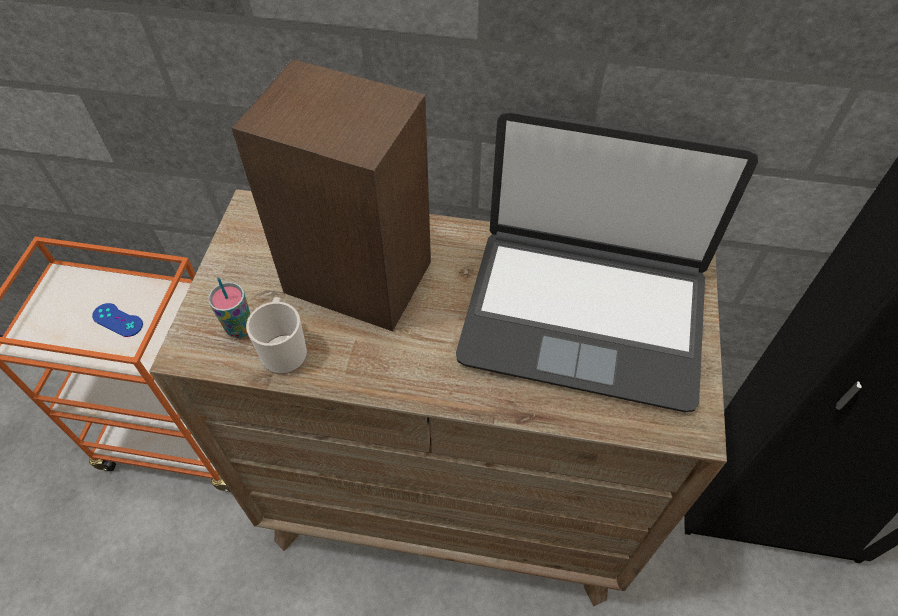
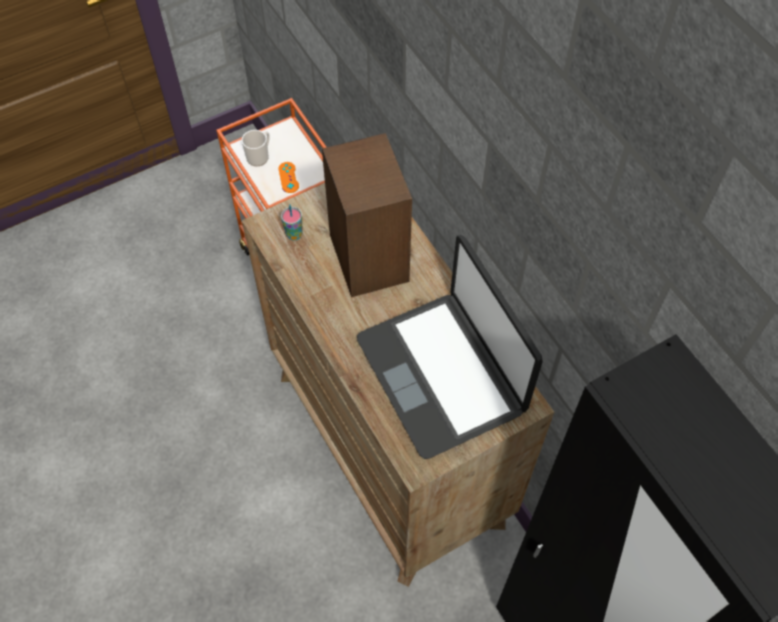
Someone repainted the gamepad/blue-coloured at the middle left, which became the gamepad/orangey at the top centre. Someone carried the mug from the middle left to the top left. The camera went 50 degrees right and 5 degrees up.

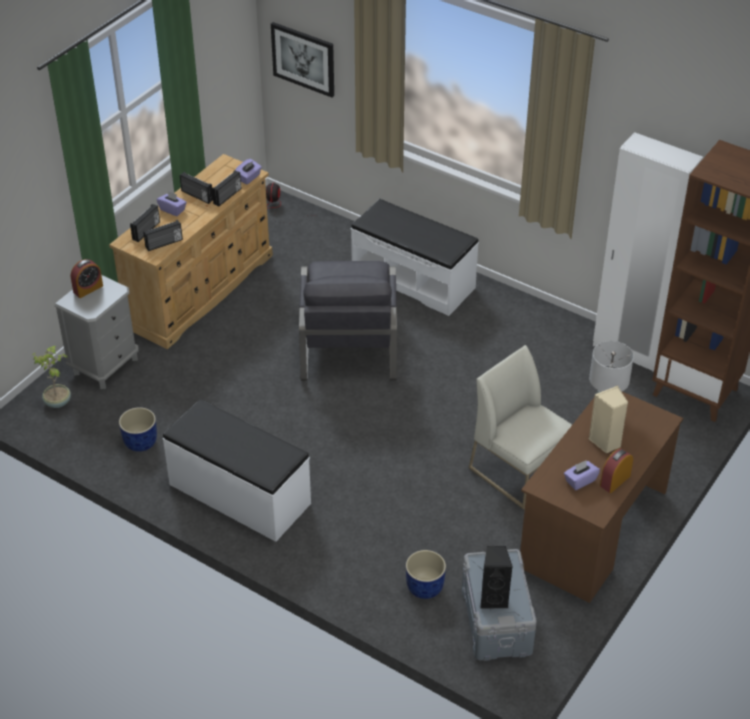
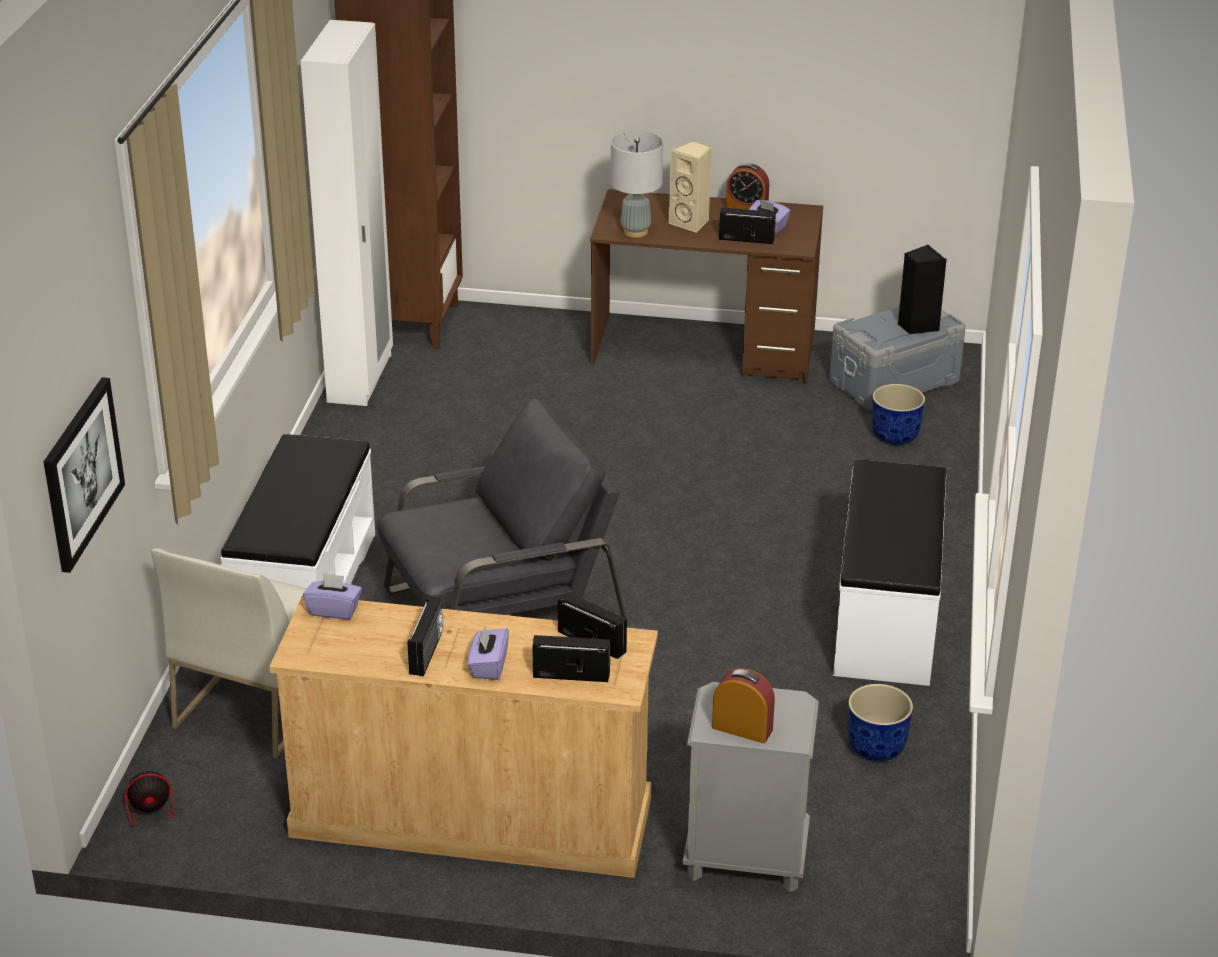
Someone took away the houseplant at the middle left. Someone carried the radio receiver (no. 4 from left) from the top left to the top centre. Someone carried the chair/white from the middle right to the bottom left. The camera went 115 degrees left and 10 degrees down.

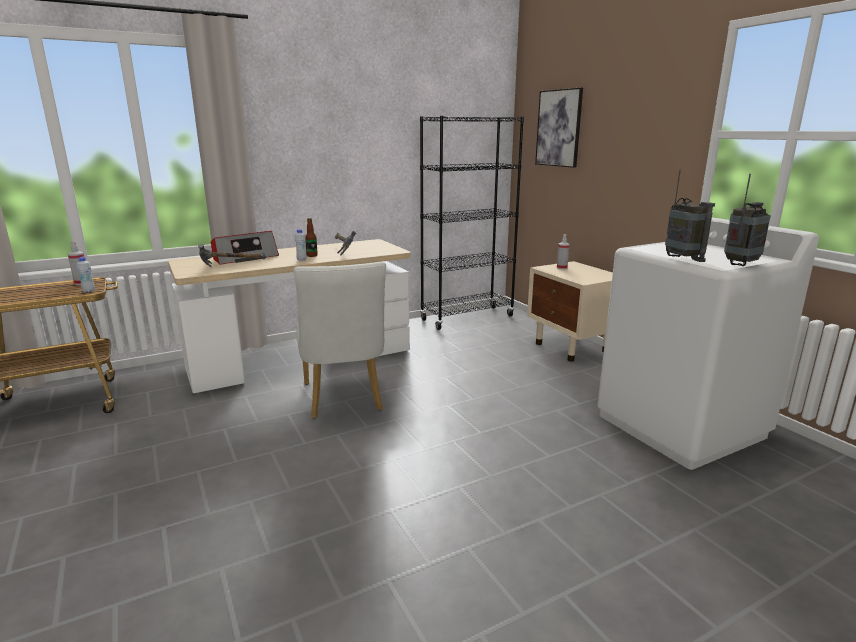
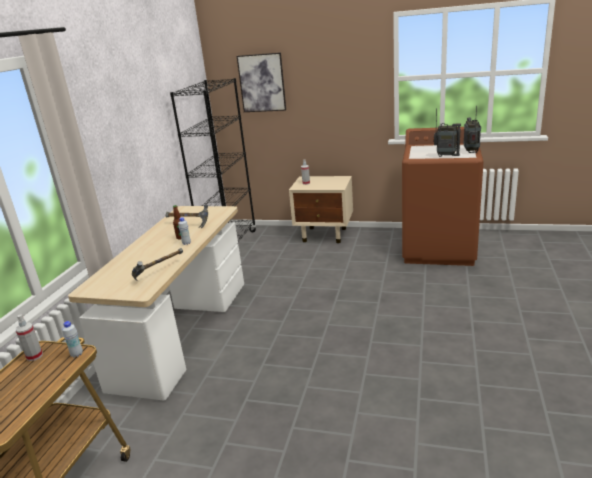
Someone took away the radio receiver (no. 1 from left) at the middle left. Someone took away the chair/white at the centre. Someone repainted the laundry machine/white at the middle right, which became the laundry machine/brown-coloured at the middle right. The camera went 45 degrees left and 5 degrees up.

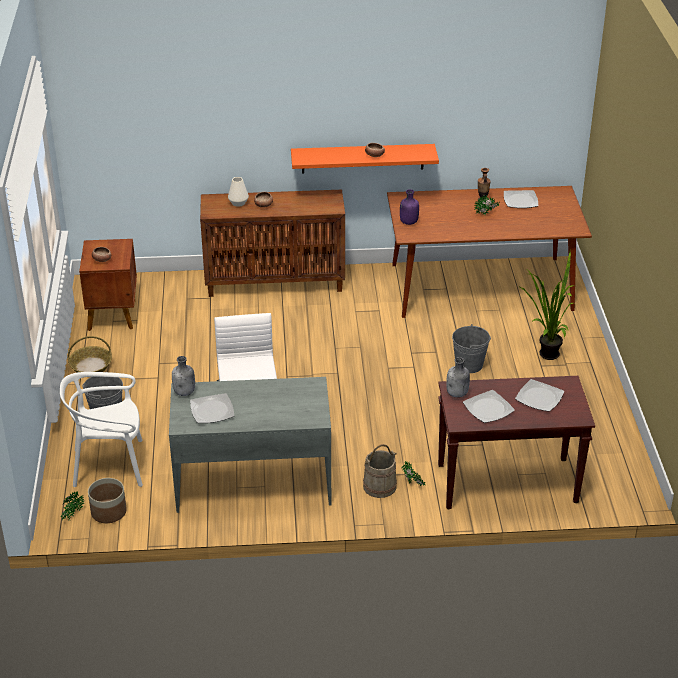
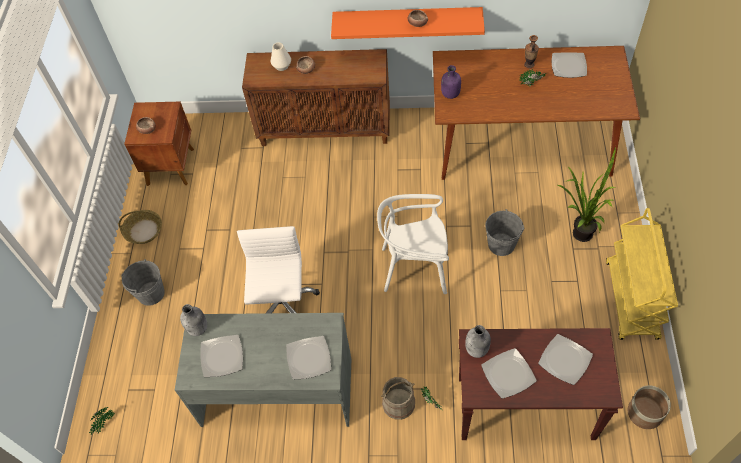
Someone carried the chair/white from the middle left to the centre. Someone carried the plant pot from the bottom left to the bottom right. Someone put down the flat dish (no. 2 from left) at the bottom centre. Someone put down the wheeled cart/yellowish at the middle right. The camera went 10 degrees right and 20 degrees up.

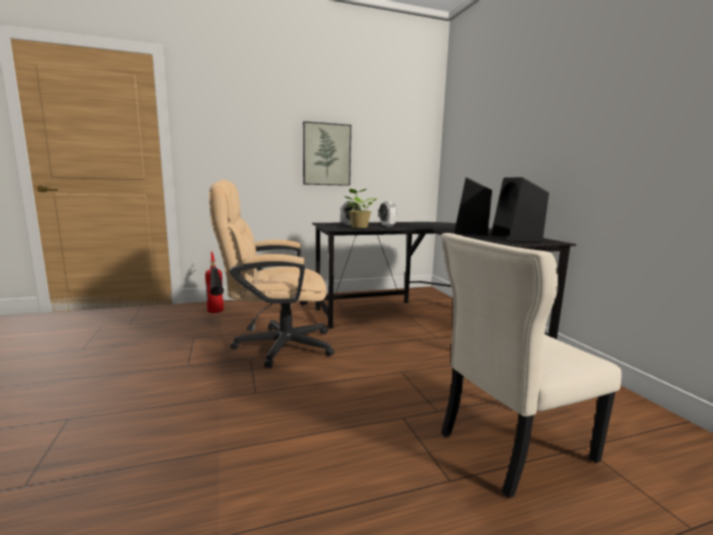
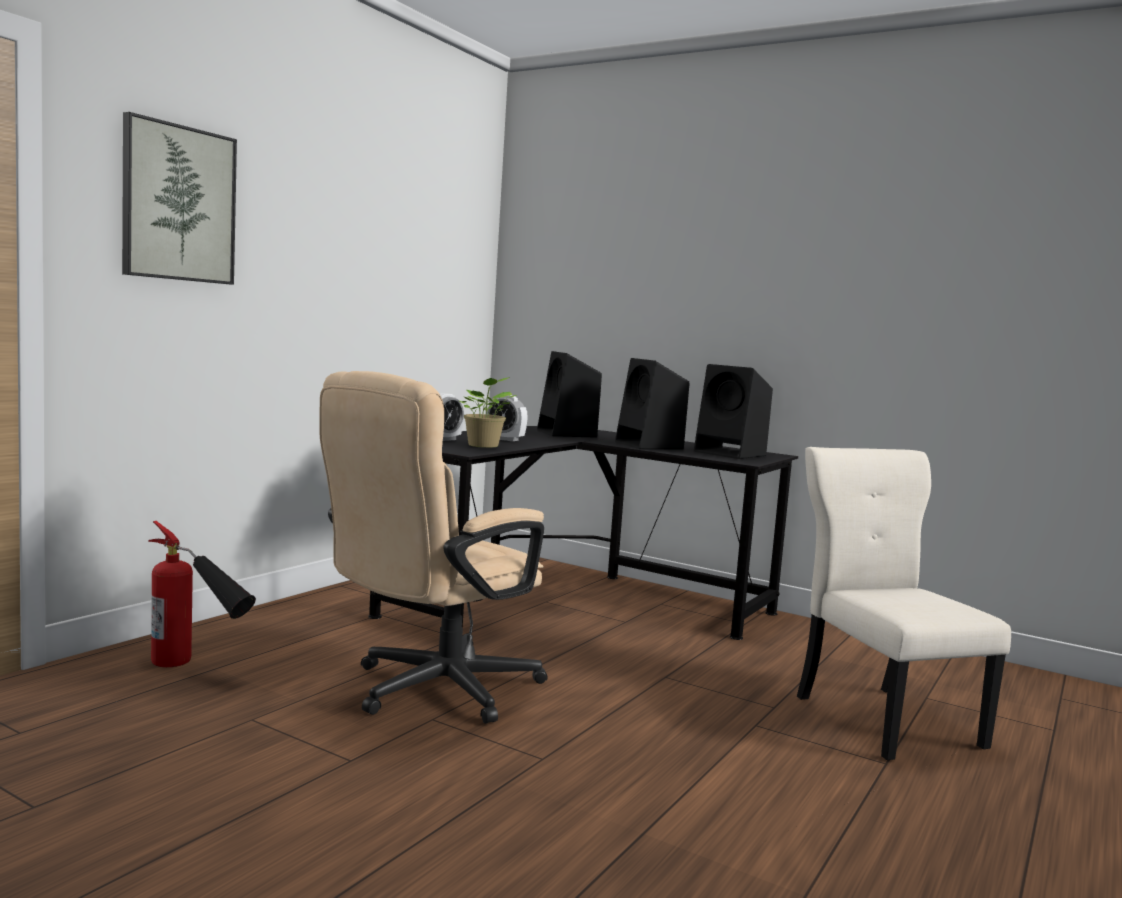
Someone carried the picture from the top centre to the top left. Someone rotated the chair/sand-coloured at the bottom right by 135 degrees clockwise. Someone put down the audio speaker/black (no. 1 from left) at the centre. The camera went 40 degrees left and 5 degrees down.

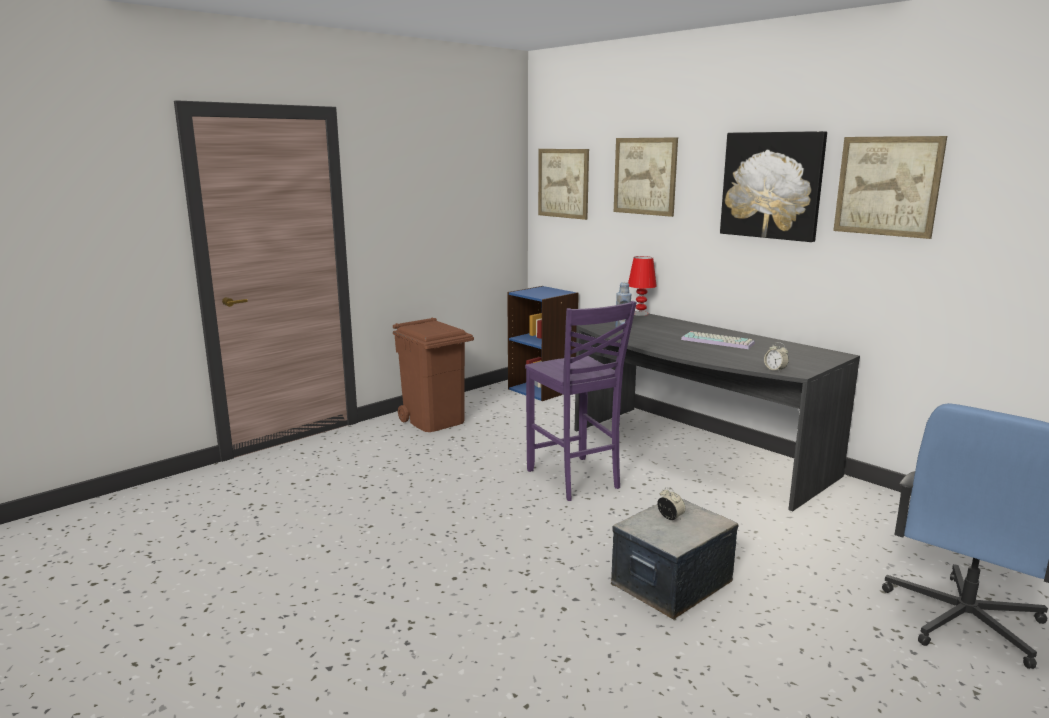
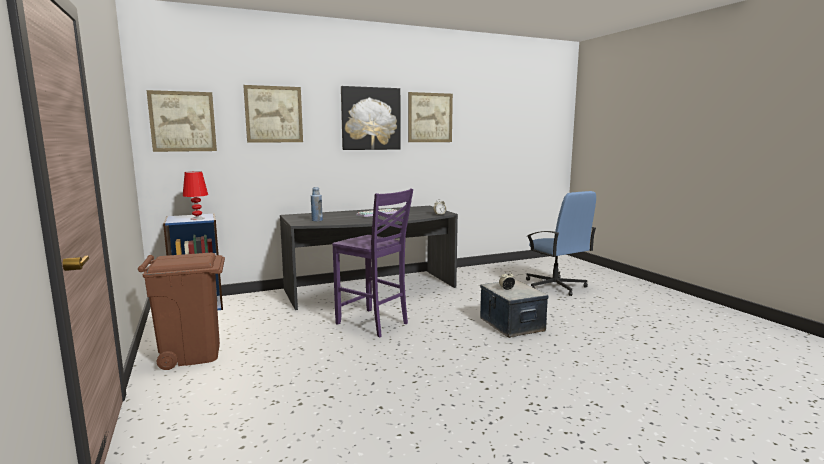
Someone rotated the chair/purple-coloured at the centre by 45 degrees clockwise. Someone carried the table lamp/reddish from the centre to the middle left. The camera went 70 degrees left and 5 degrees down.

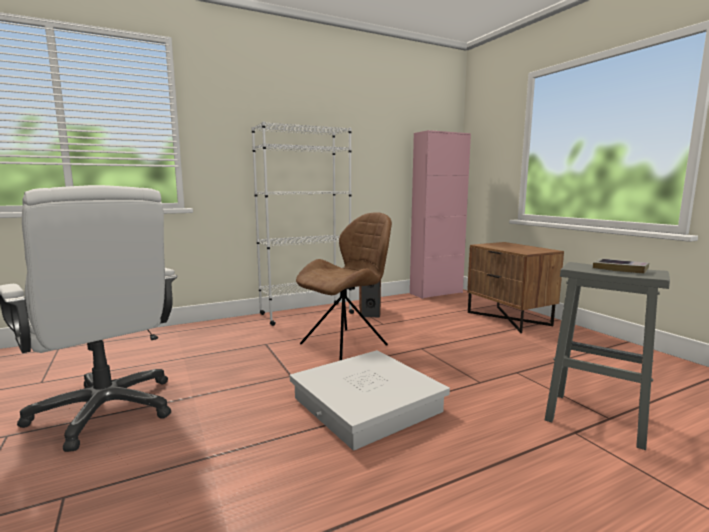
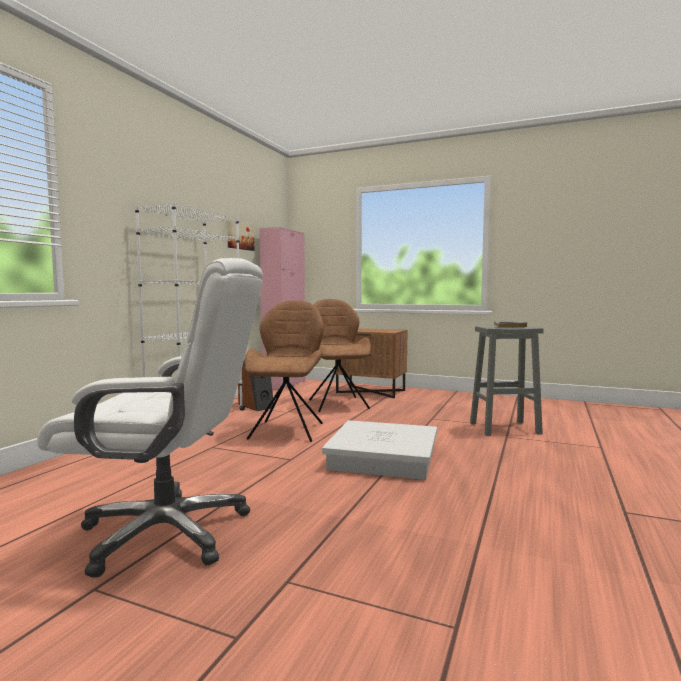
Someone put up the picture at the centre. Someone put down the chair/brown-coloured (no. 2 from left) at the centre. The camera went 40 degrees left and 5 degrees down.

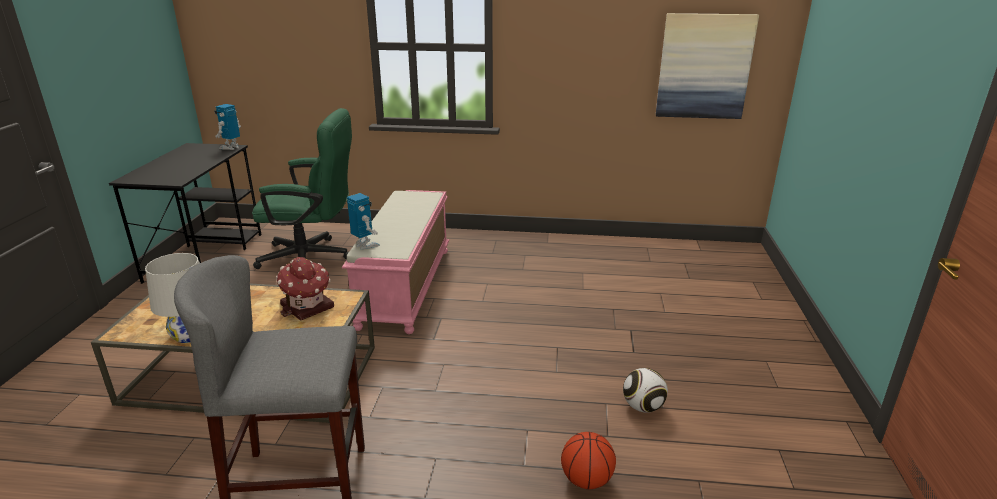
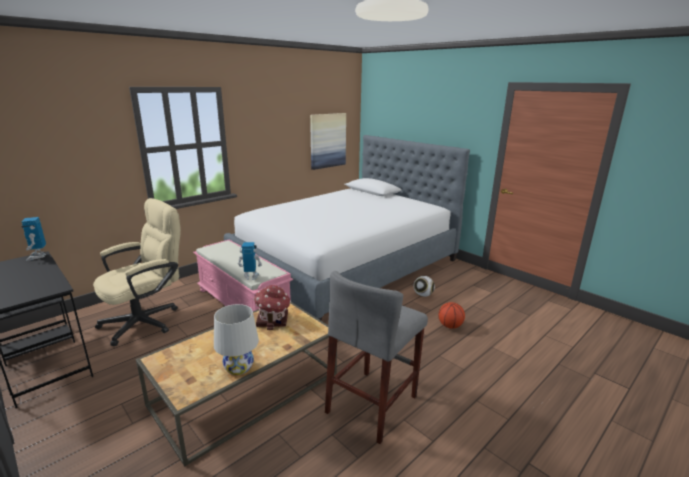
Someone repainted the computer chair/green-coloured at the middle left, which became the computer chair/sand-coloured at the middle left. Someone put down the bedroom bed at the centre. The camera went 50 degrees left and 5 degrees down.

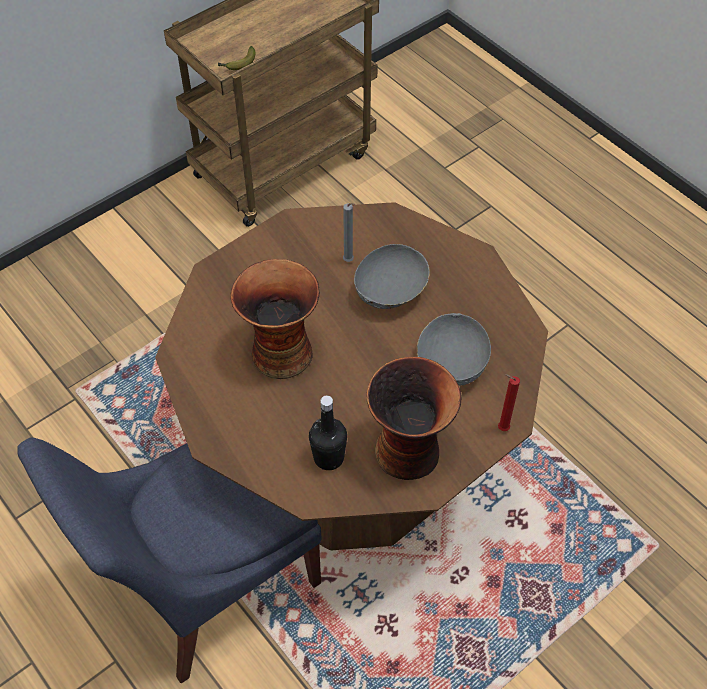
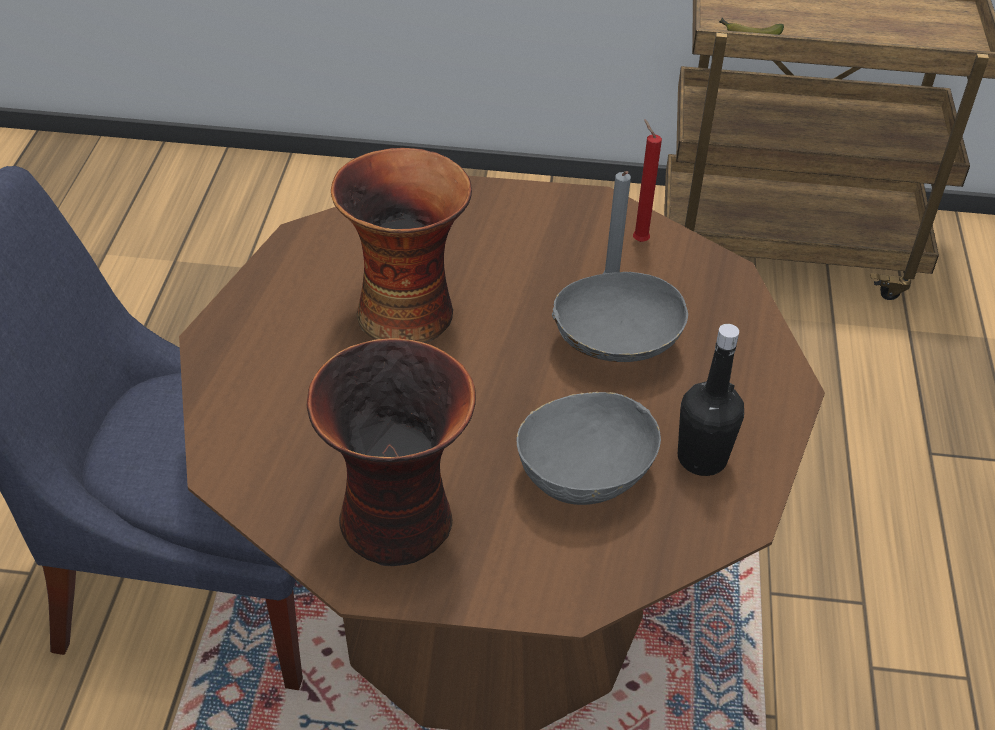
Someone carried the drink bottle/black from the centre to the middle right. Someone carried the wax candle/reddish from the middle right to the top centre. The camera went 45 degrees right and 10 degrees down.

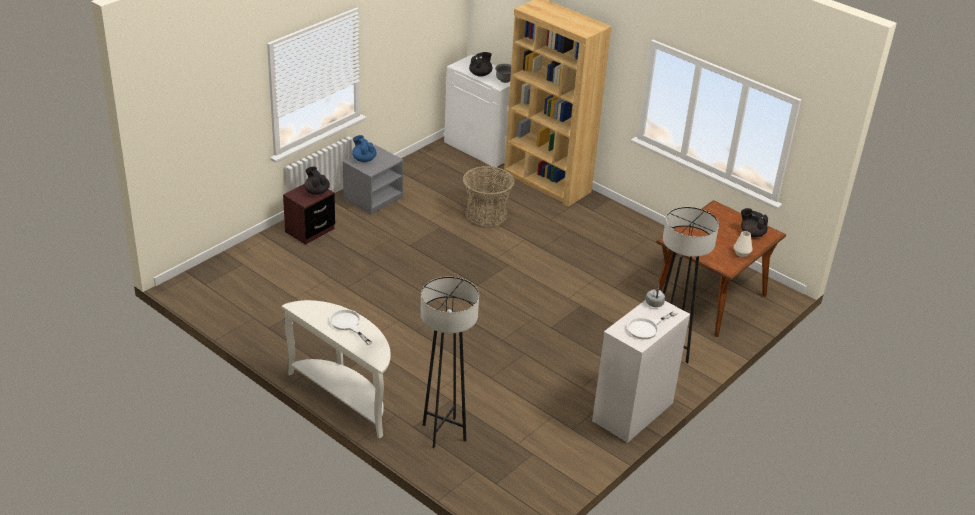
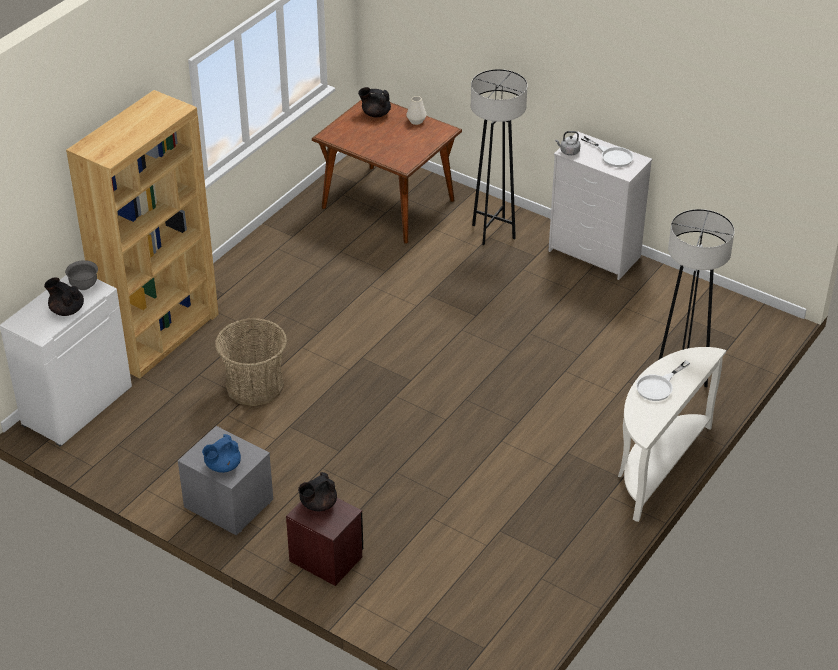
Someone rotated the teapot/black (no. 3 from left) at the middle right by 75 degrees clockwise. The camera went 95 degrees left and 5 degrees up.

